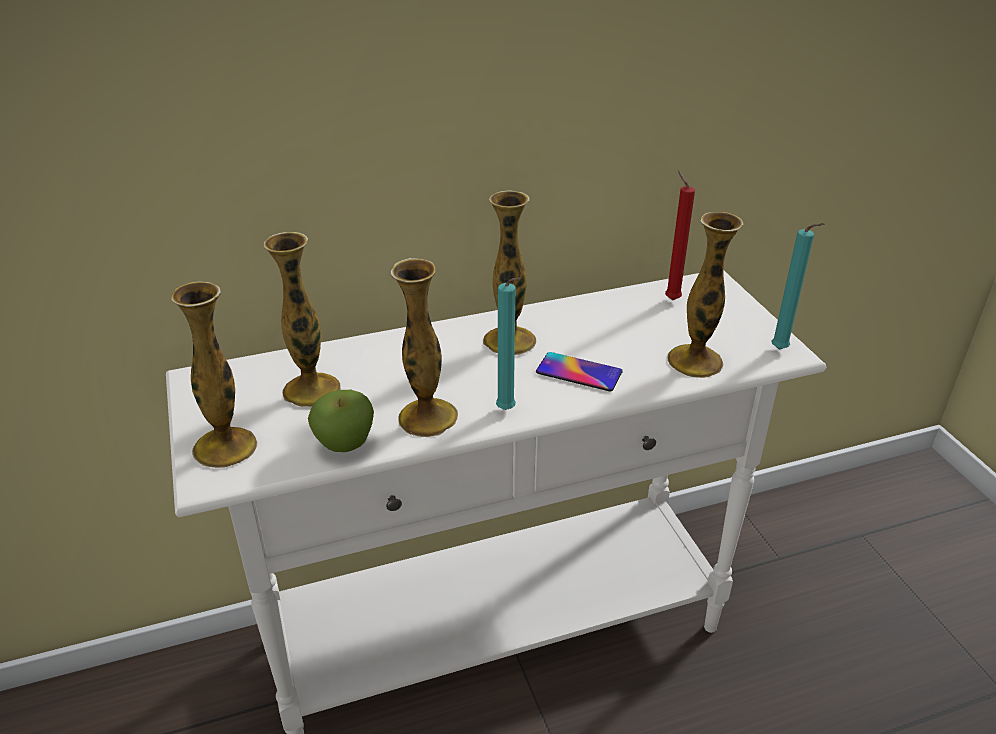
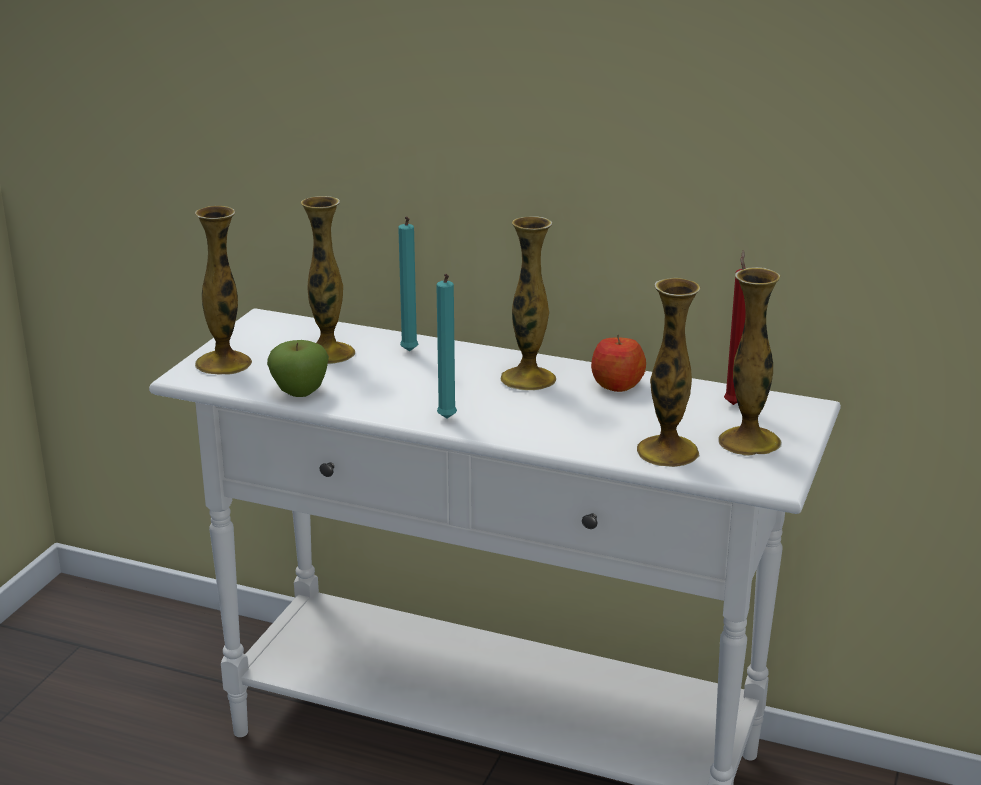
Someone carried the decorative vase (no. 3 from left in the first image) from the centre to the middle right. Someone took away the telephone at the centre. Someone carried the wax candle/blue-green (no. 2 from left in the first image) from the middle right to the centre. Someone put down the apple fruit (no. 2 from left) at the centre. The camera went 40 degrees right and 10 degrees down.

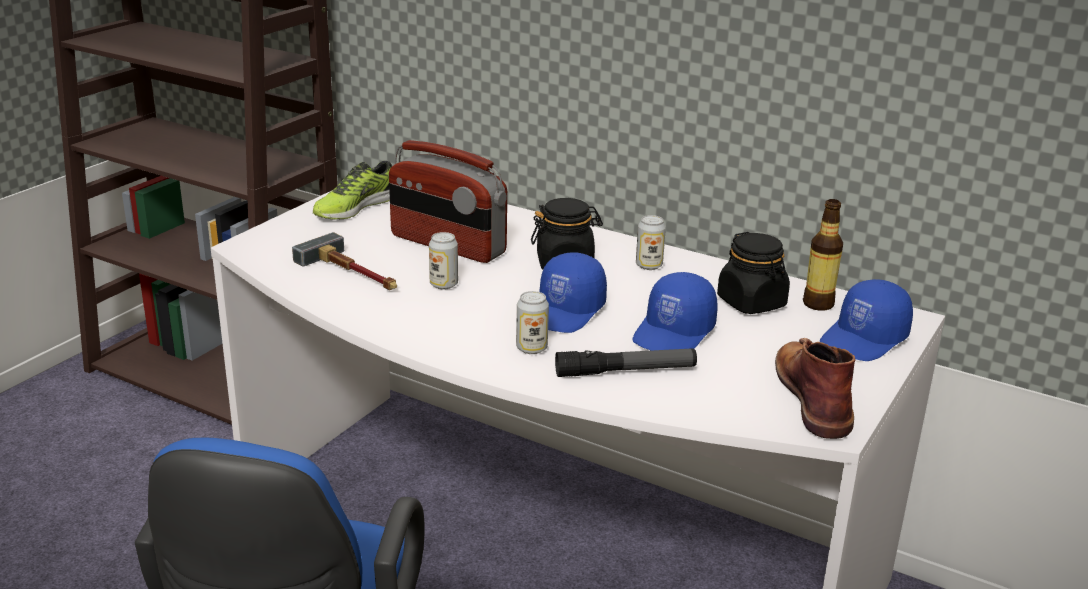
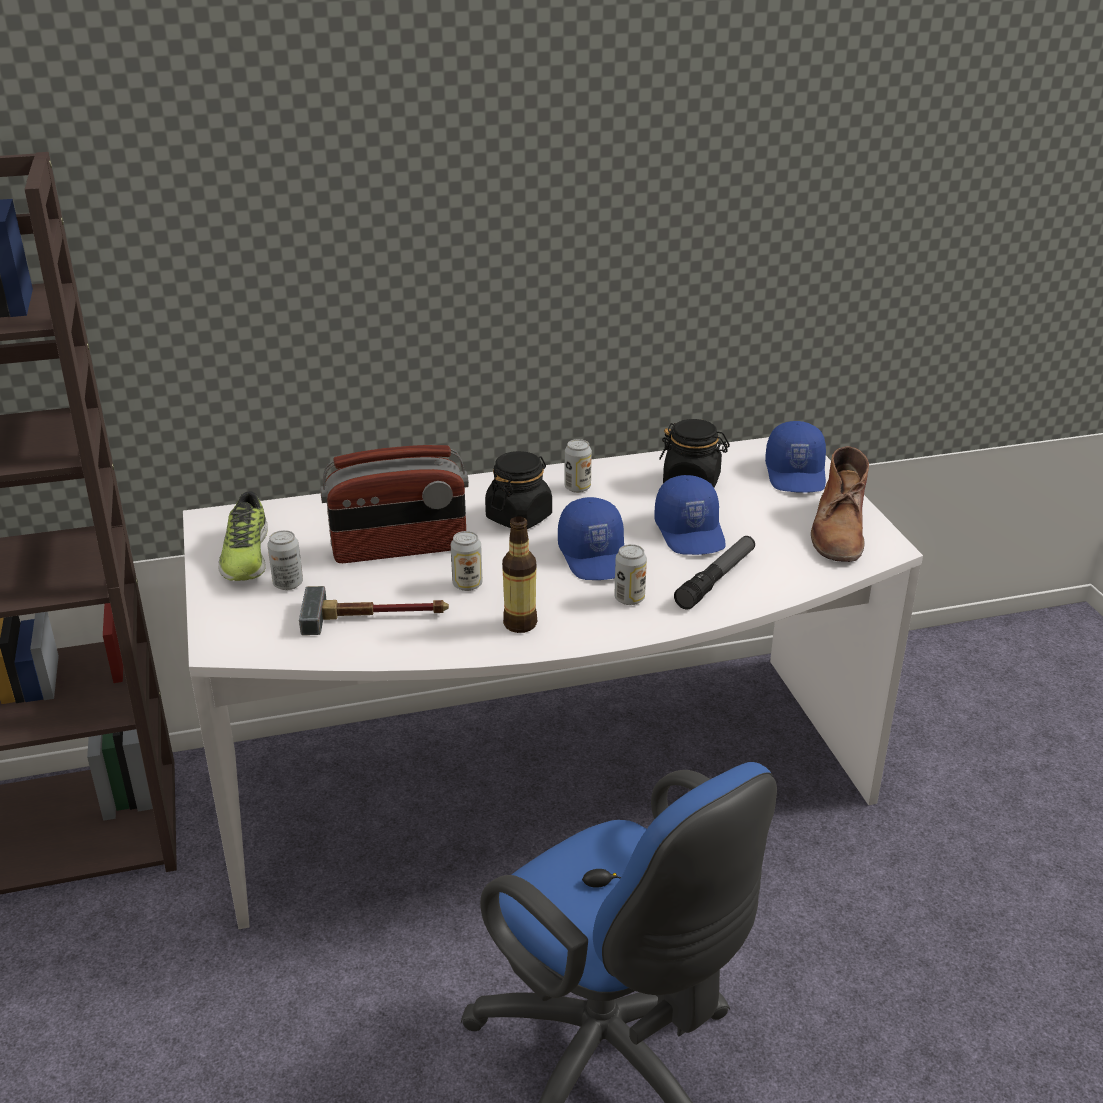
Someone rotated the boot/brown-coloured at the middle right by 120 degrees counterclockwise. Someone carried the drink bottle from the middle right to the centre. Someone put down the sealed can (no. 1 from left) at the middle left. The camera went 45 degrees left and 5 degrees up.

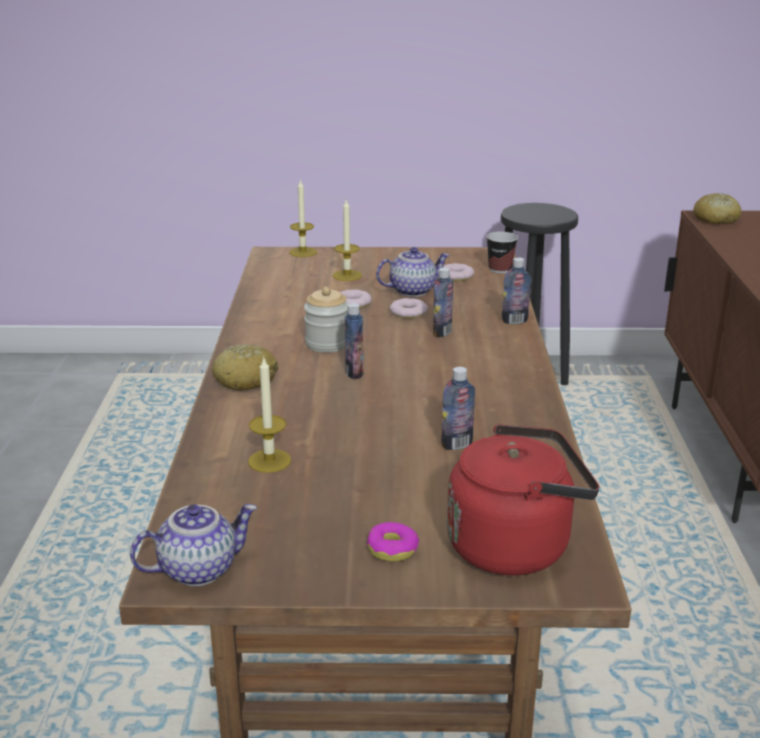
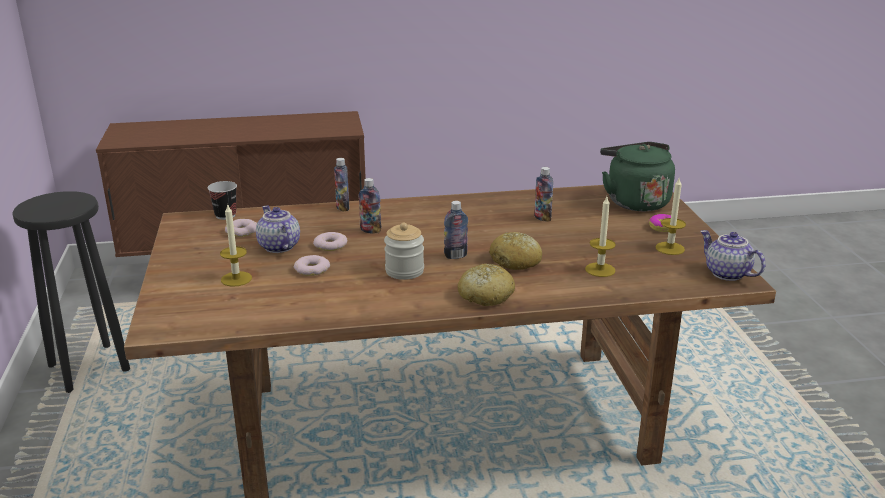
Someone carried the wax candle (no. 2 from left in the first image) from the top centre to the middle right. Someone repainted the kettle/reddish at the bottom right, which became the kettle/green-coloured at the middle right. Someone carried the baked bread (no. 2 from left) from the top right to the centre. The camera went 100 degrees left and 0 degrees up.

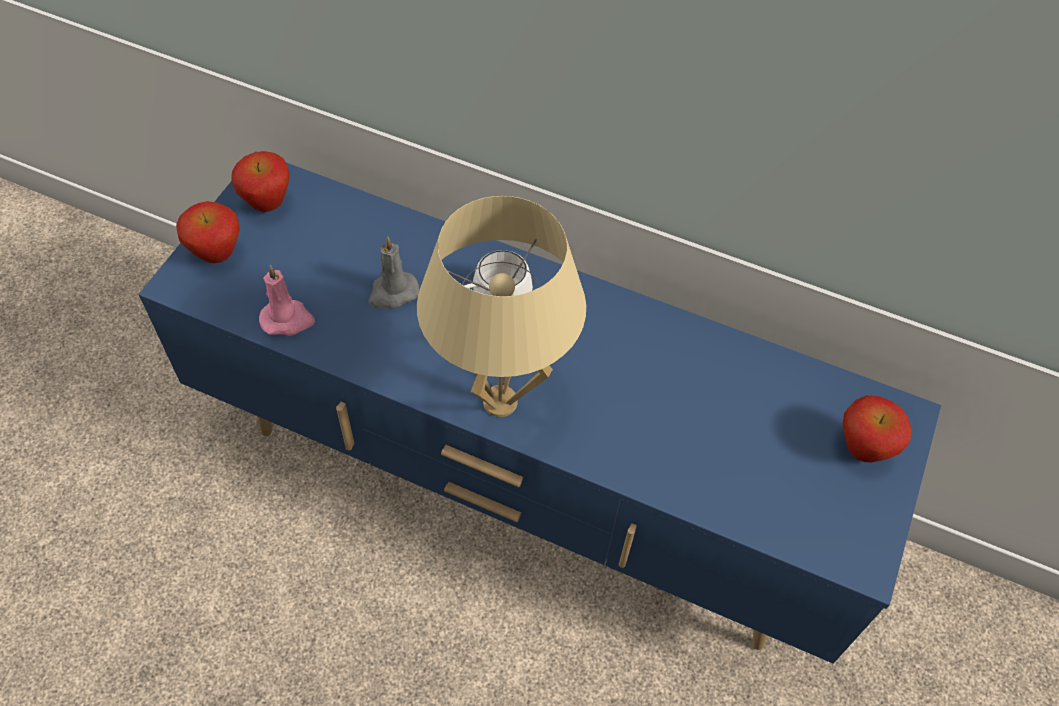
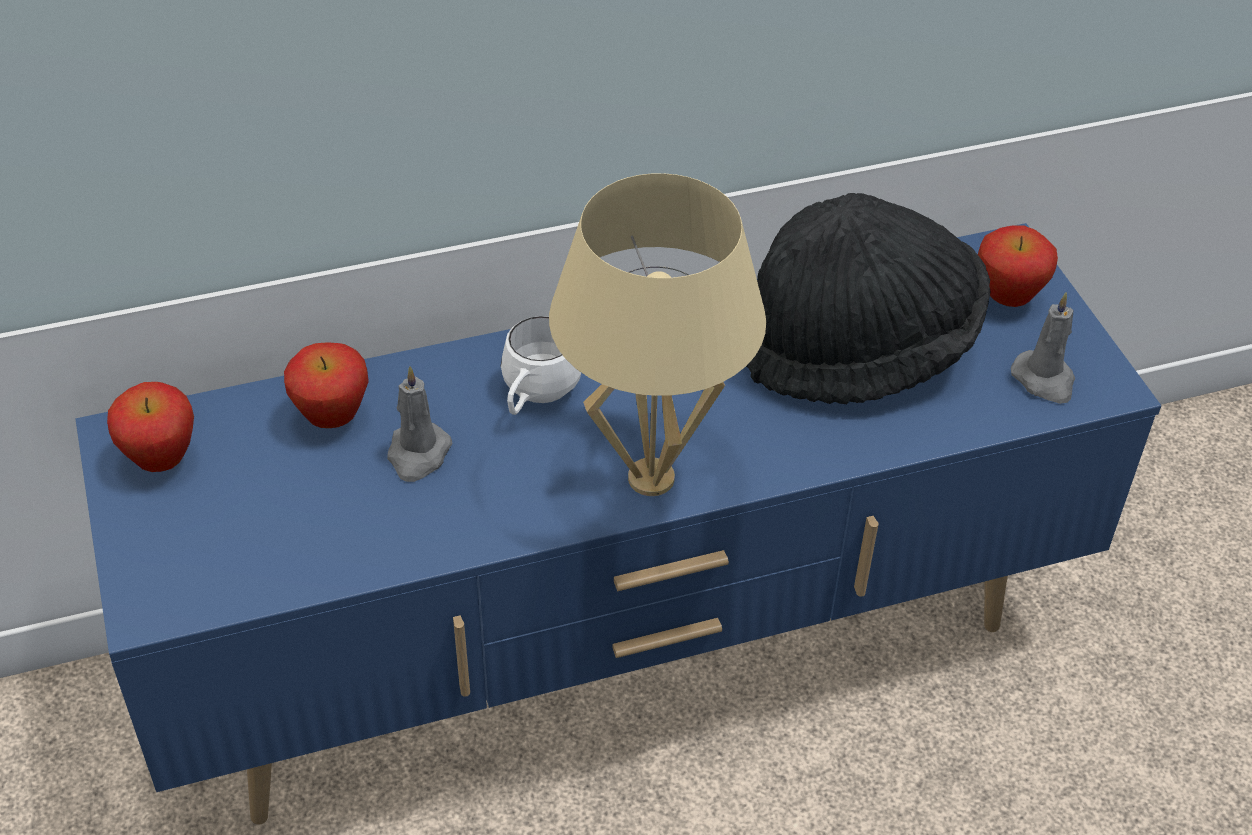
Someone carried the apple fruit (no. 1 from left in the first image) from the top left to the middle left. Someone took away the wax candle/pink at the middle left. Someone put down the hat/black at the middle right. Someone put down the wax candle/greyish (no. 2 from left) at the middle right. The camera went 40 degrees left and 10 degrees down.

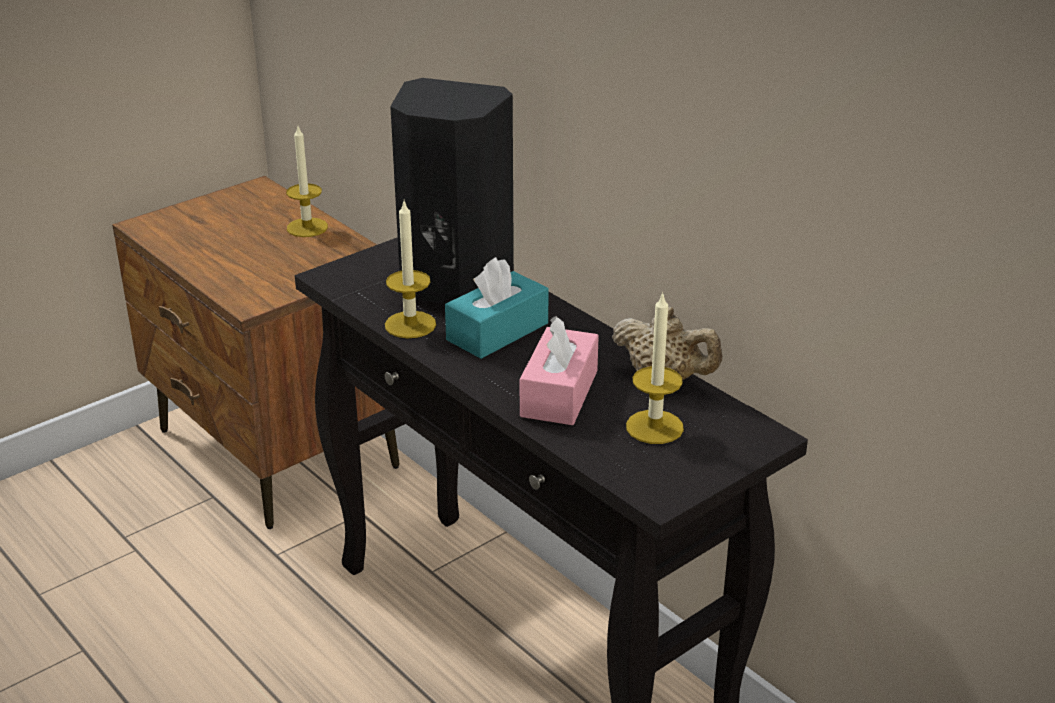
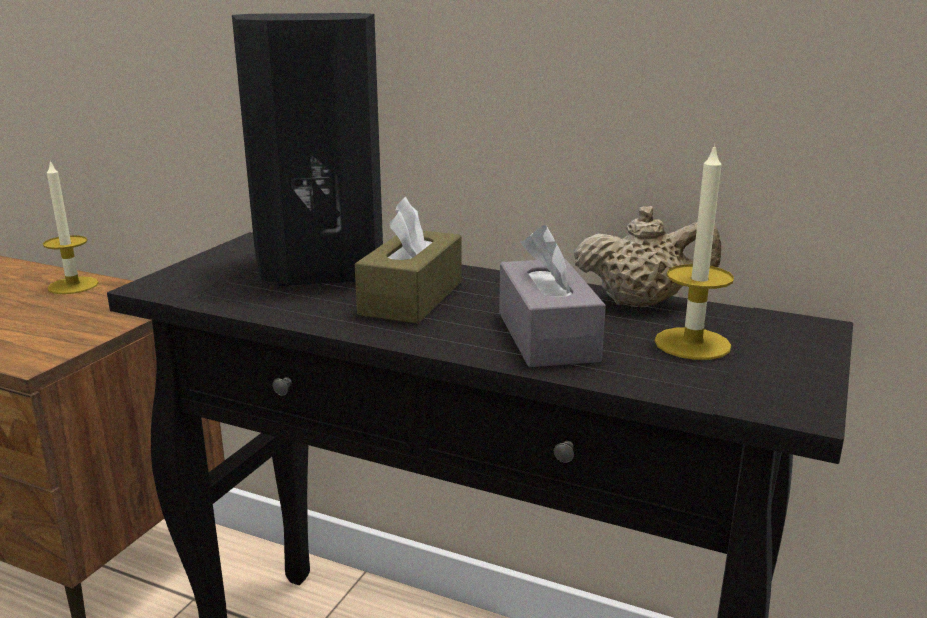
Someone took away the wax candle (no. 2 from left) at the centre. Someone repainted the box of tissues/blue-green at the centre, which became the box of tissues/brown-coloured at the centre. Someone repainted the box of tissues/pink at the centre, which became the box of tissues/greyish at the centre. The camera went 25 degrees left and 10 degrees down.

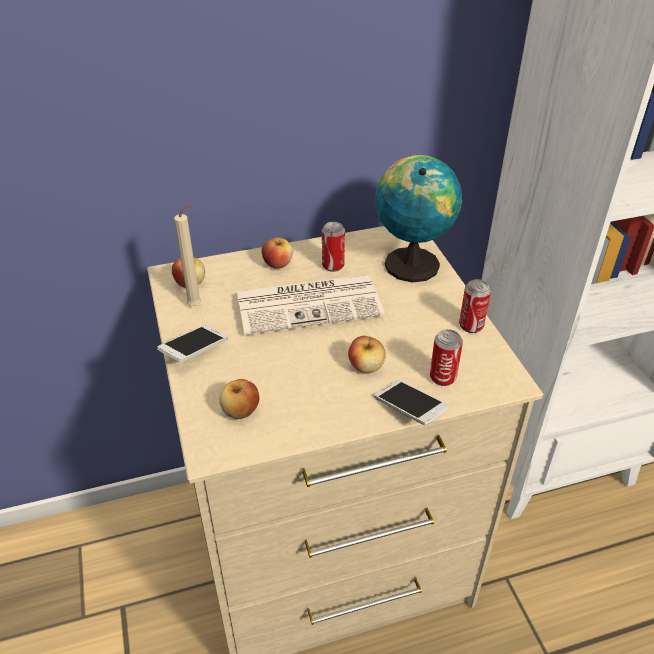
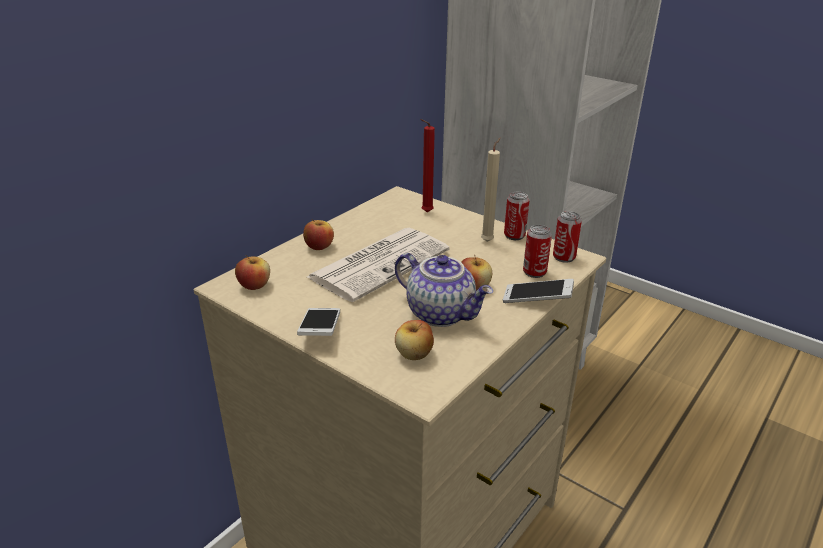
Someone carried the wax candle/sand-coloured from the middle left to the centre. Someone carried the sealed can (no. 1 from left in the first image) from the centre to the middle right. Someone swapped the world globe at the centre for the wax candle/reddish at the top centre. Someone put down the teapot at the centre. The camera went 35 degrees left and 10 degrees down.

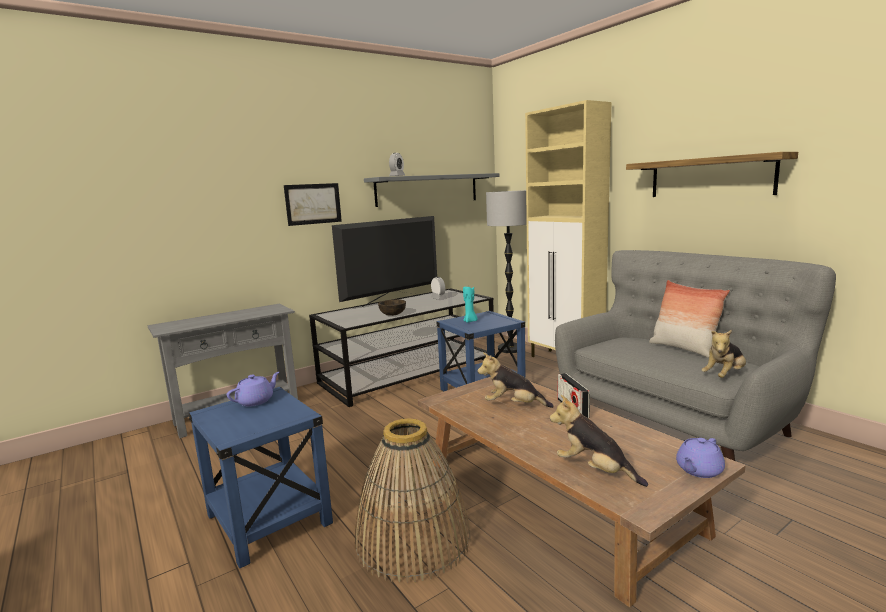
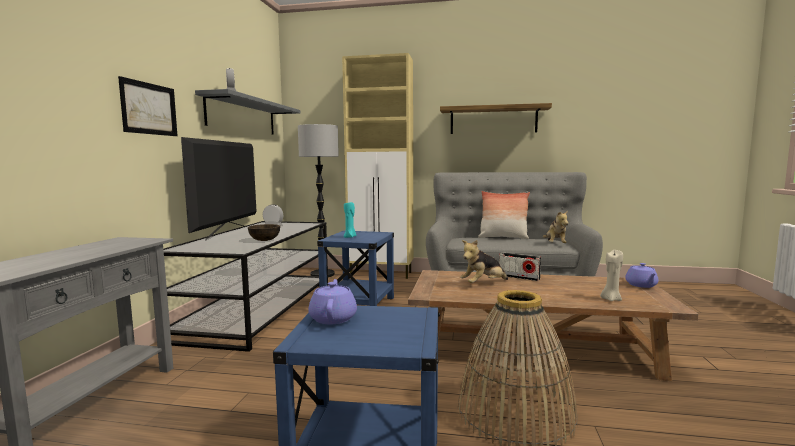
Someone swapped the plush toy (no. 2 from left) at the bottom right for the wax candle/sand-coloured at the middle right. The camera went 45 degrees left and 5 degrees down.

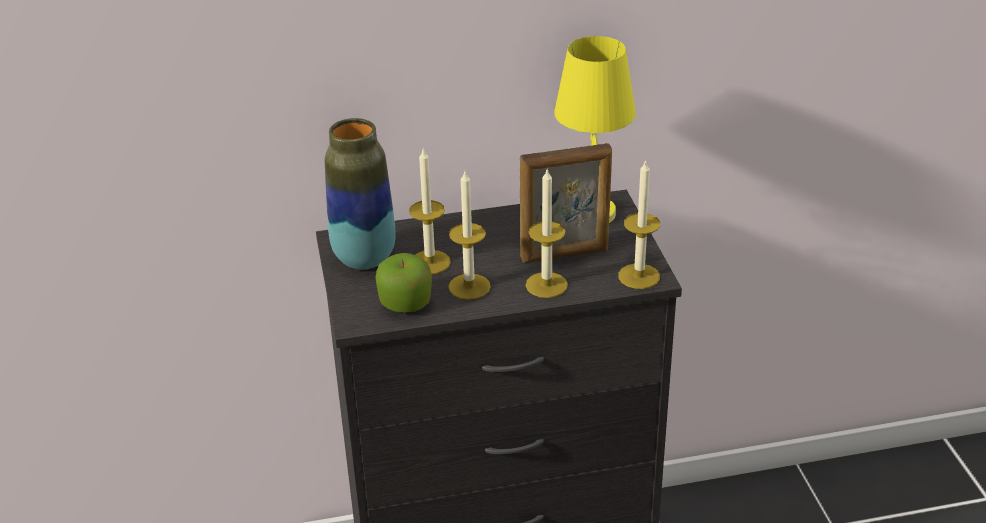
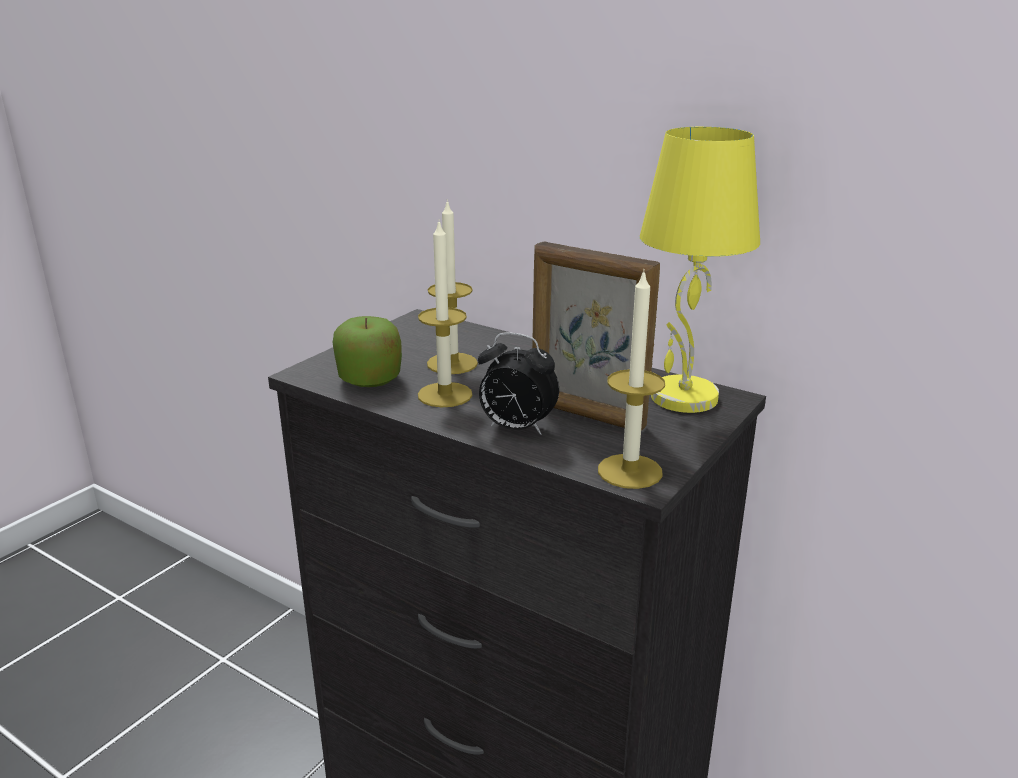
Someone took away the decorative vase at the centre. Someone swapped the wax candle (no. 3 from left) at the centre for the bedside clock at the centre. The camera went 45 degrees right and 10 degrees down.

